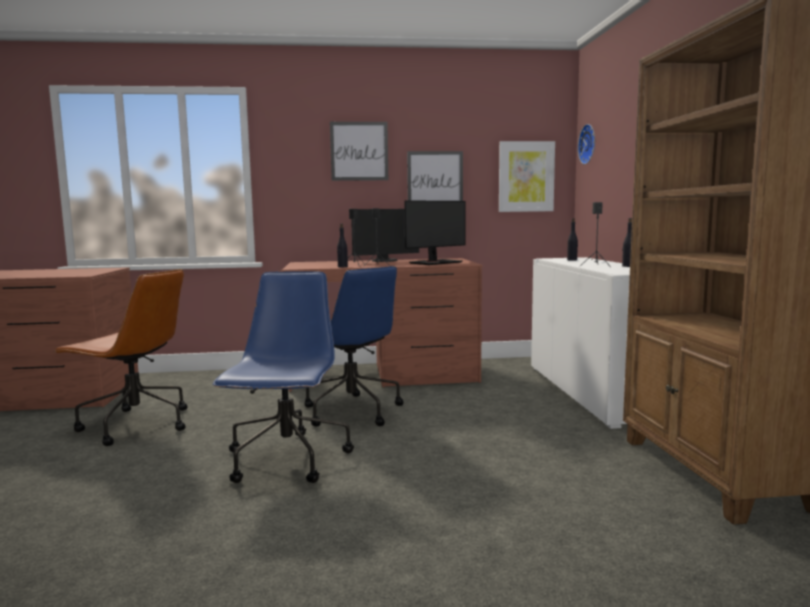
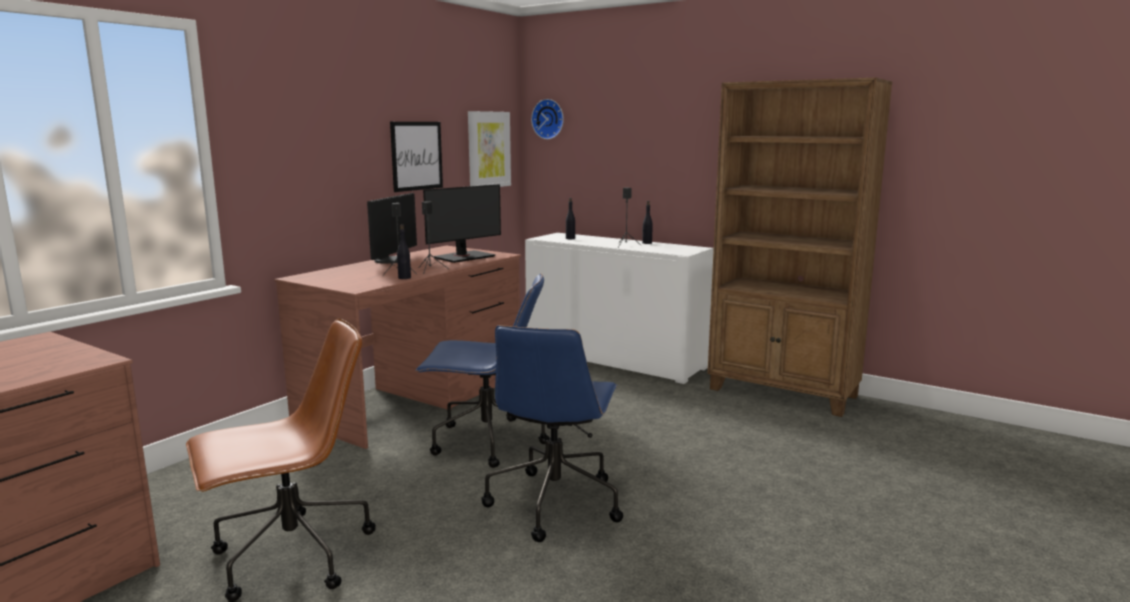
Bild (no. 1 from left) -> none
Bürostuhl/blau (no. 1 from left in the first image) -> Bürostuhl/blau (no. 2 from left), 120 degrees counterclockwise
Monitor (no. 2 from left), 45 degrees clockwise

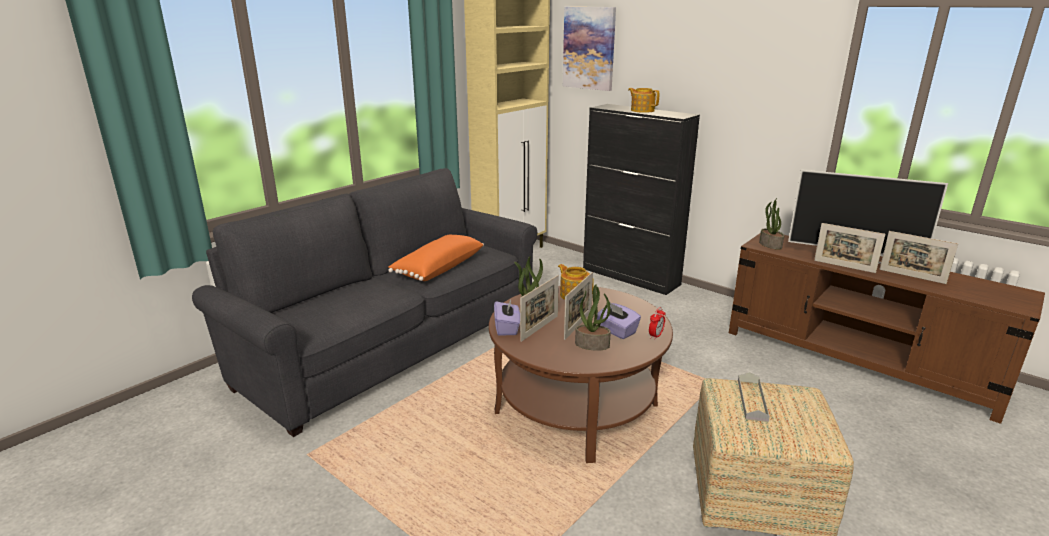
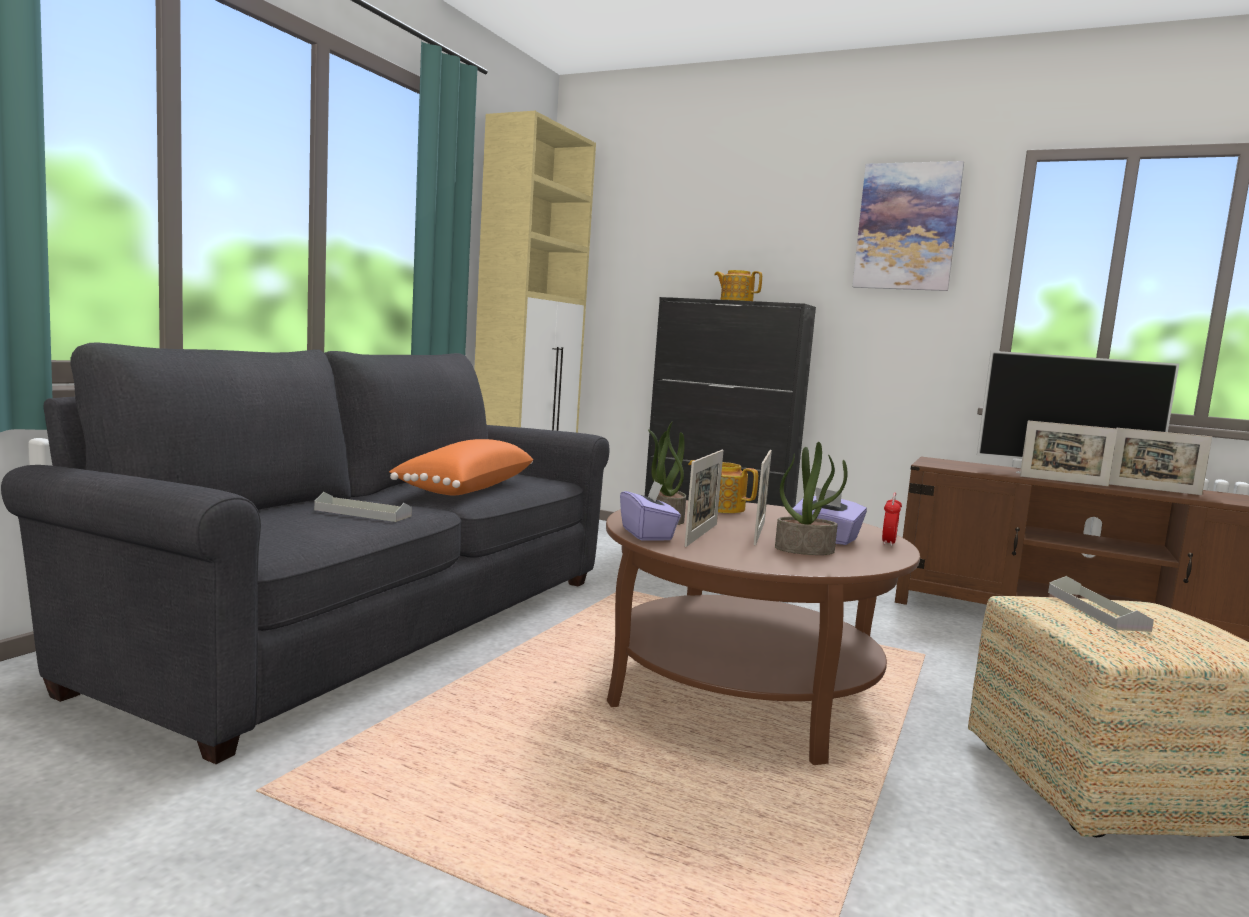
Topfpflanze (no. 3 from left) -> none
none -> Tablett/grau (no. 1 from left)
Bild, relocated

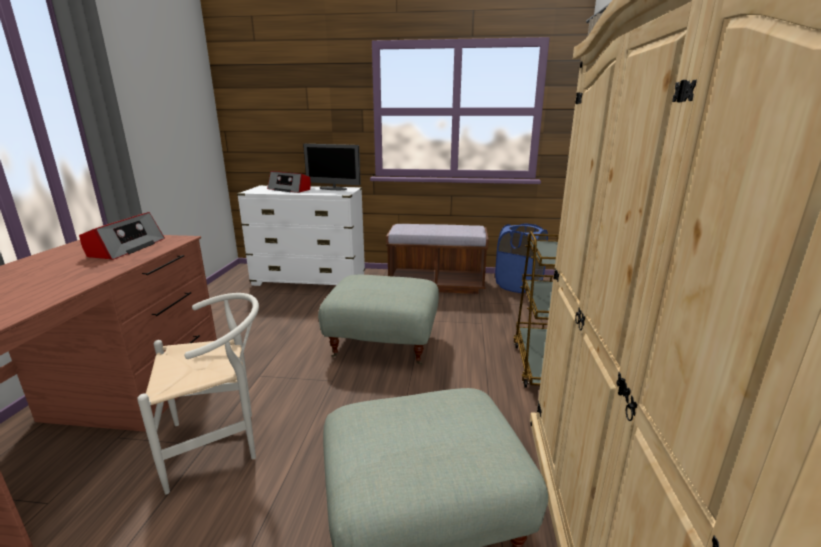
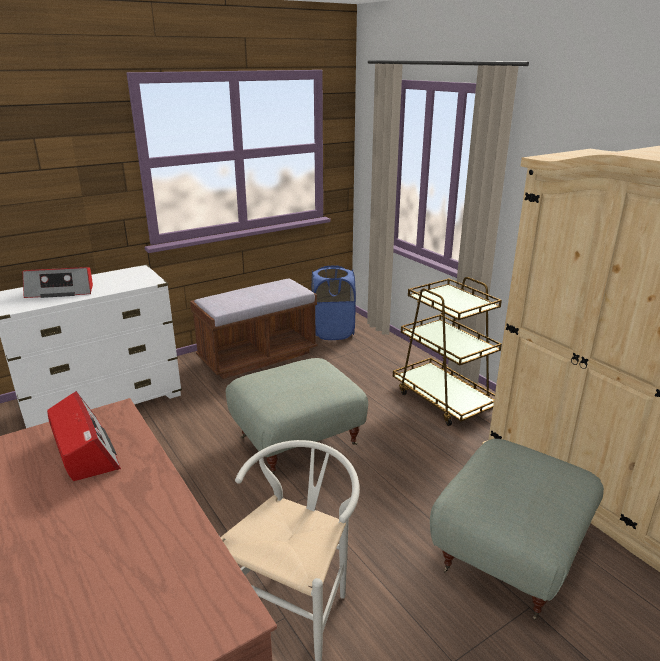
Monitor -> none

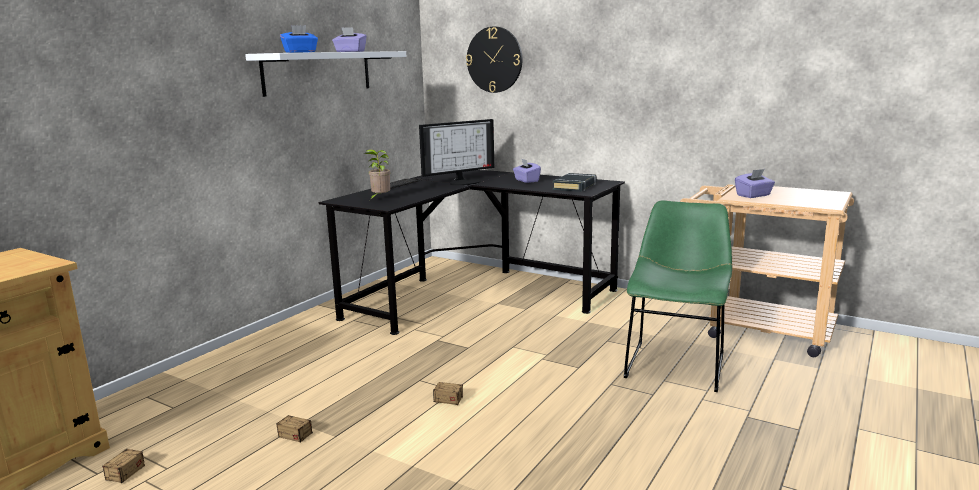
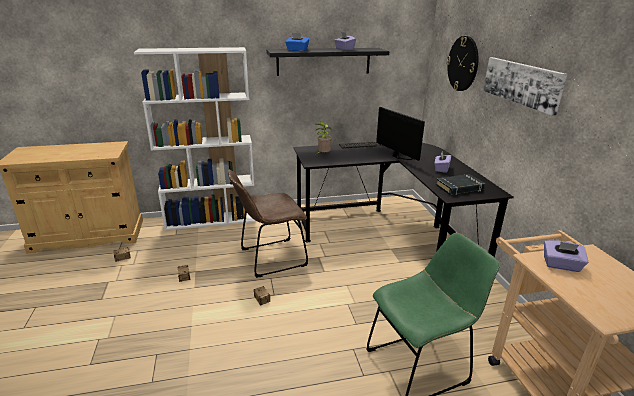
none -> Bücherregal/weiß
none -> Stuhl/braun
none -> Bild
Wandregal/weiß -> Wandregal/schwarz
Monitor, 135 degrees counterclockwise

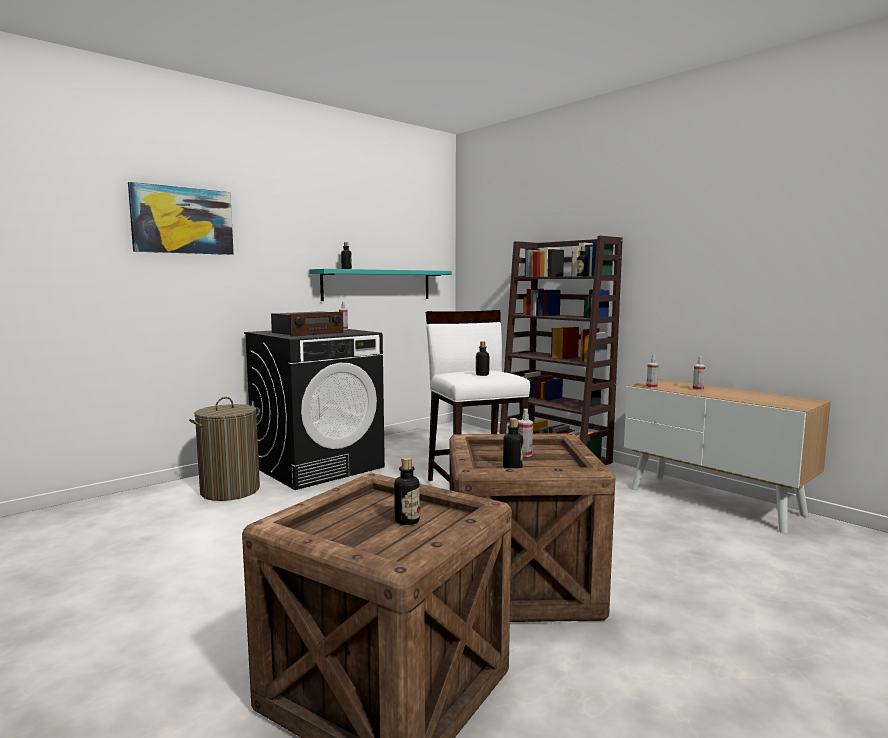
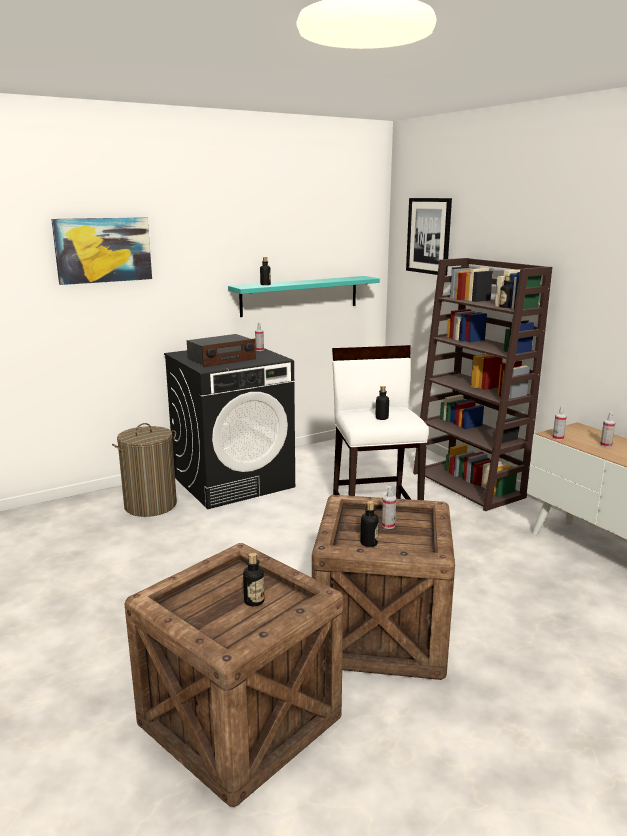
none -> Bild (no. 2 from left)

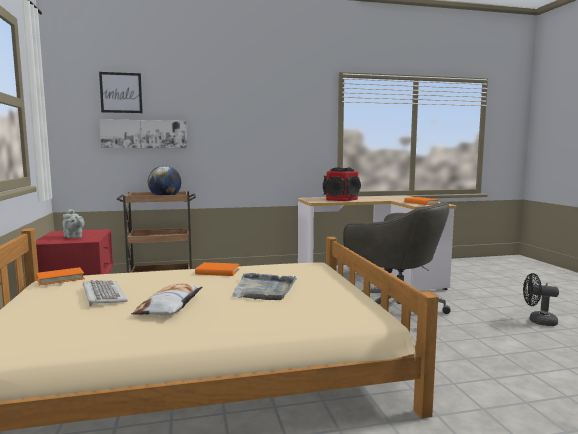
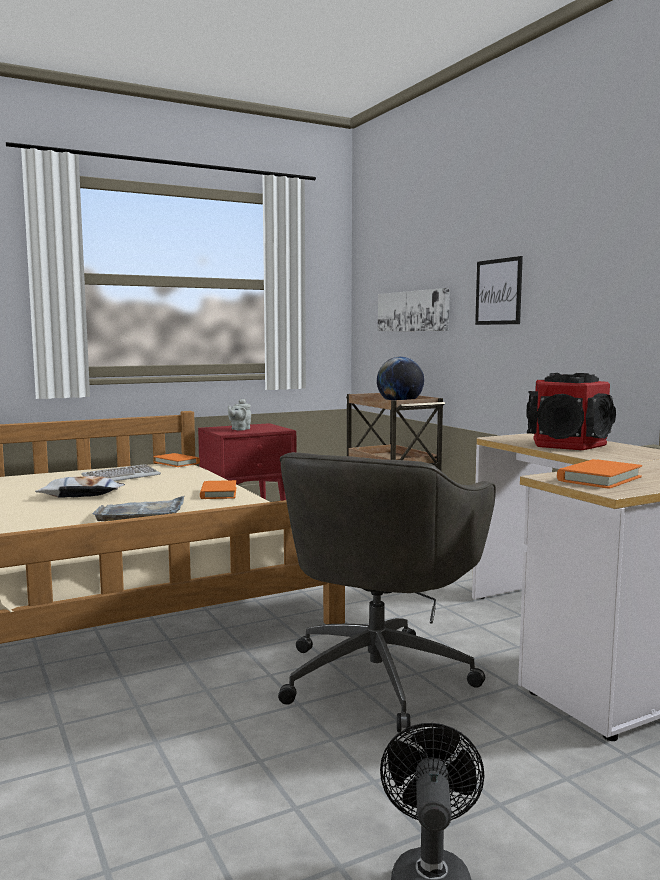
Bild (no. 1 from left in the first image) -> Bild (no. 2 from left), relocated

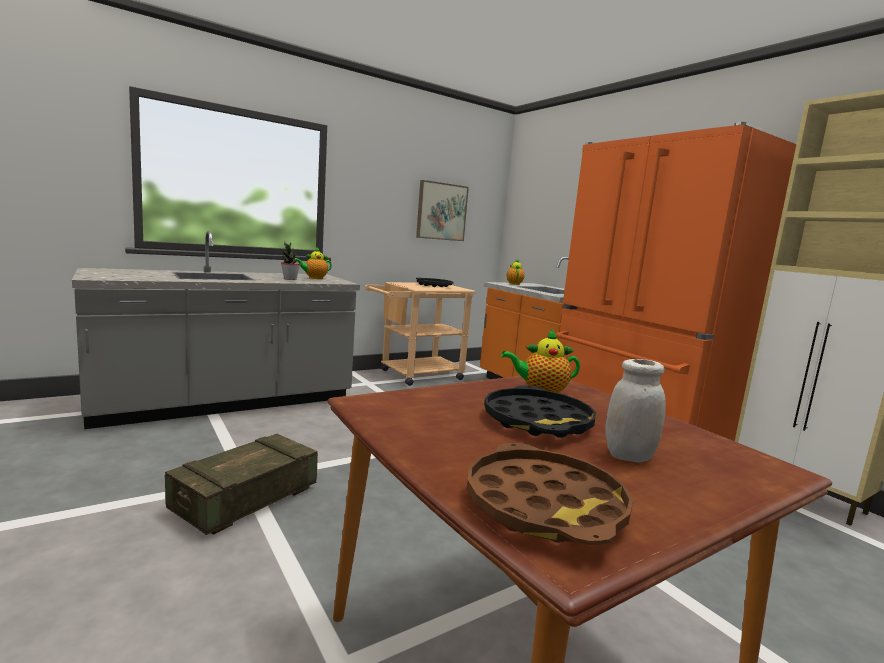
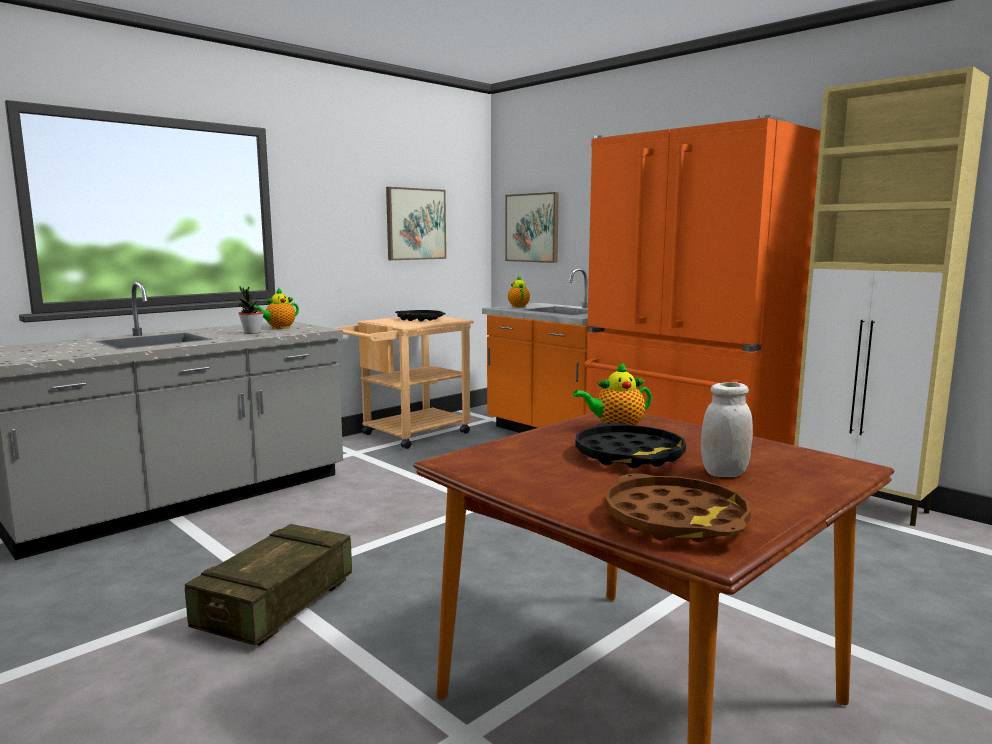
none -> Bild (no. 2 from left)

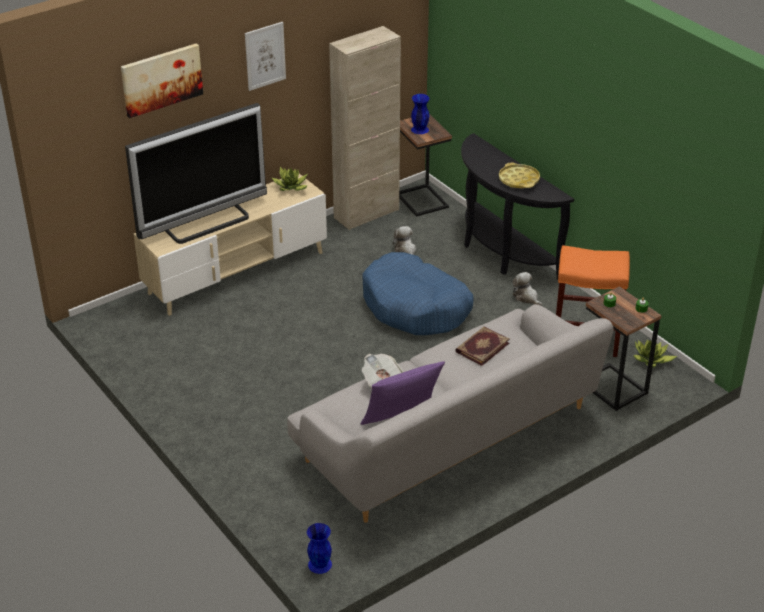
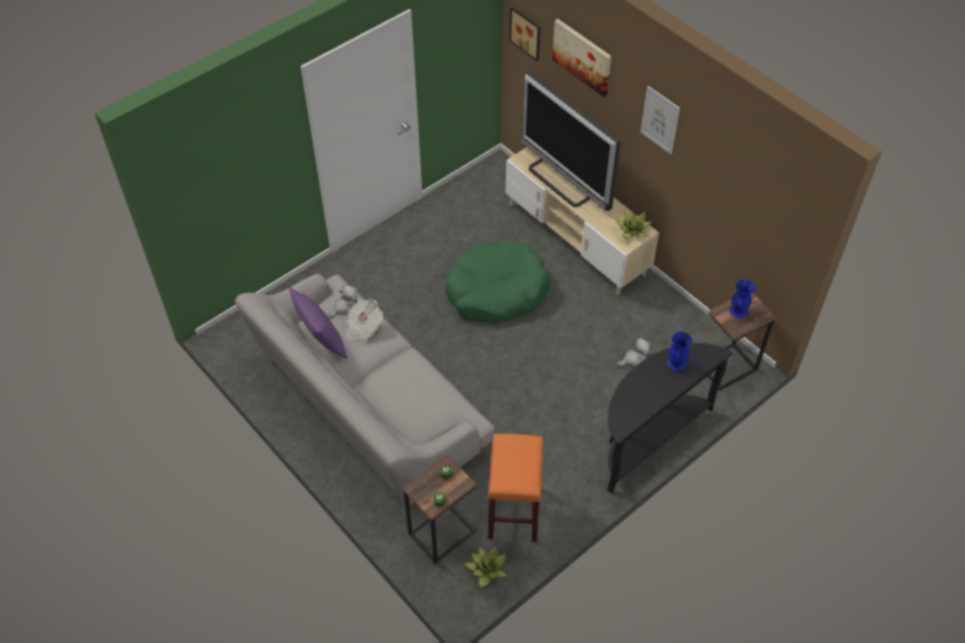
Schrank/beige -> none
Hundebett/blau -> none
Buch -> none
Tablett/gelb -> none
none -> Hundebett/grün
none -> Bild (no. 1 from left)
Vase/blau (no. 1 from left), relocated
Plüschtier (no. 2 from left in the first image) -> Plüschtier (no. 1 from left), relocated

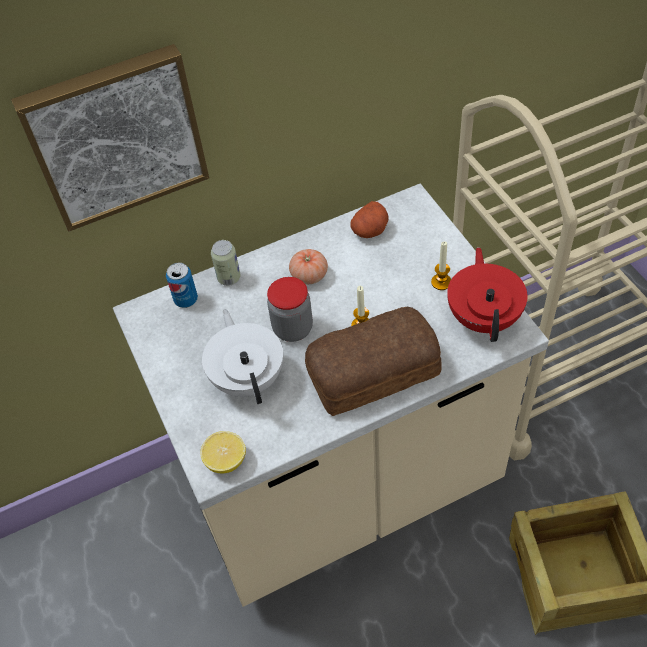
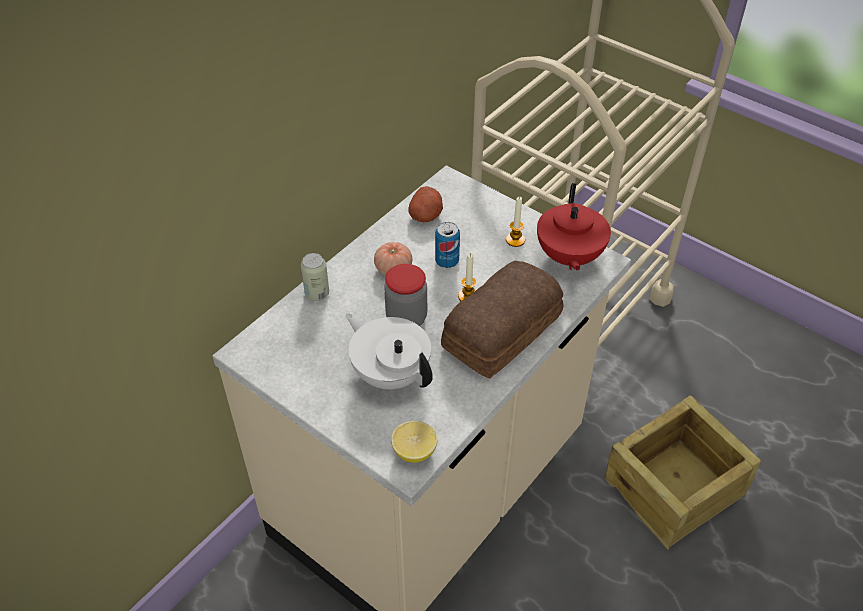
Bild -> none
Dose (no. 1 from left in the first image) -> Dose (no. 2 from left), relocated
Teekanne/rot, 150 degrees counterclockwise

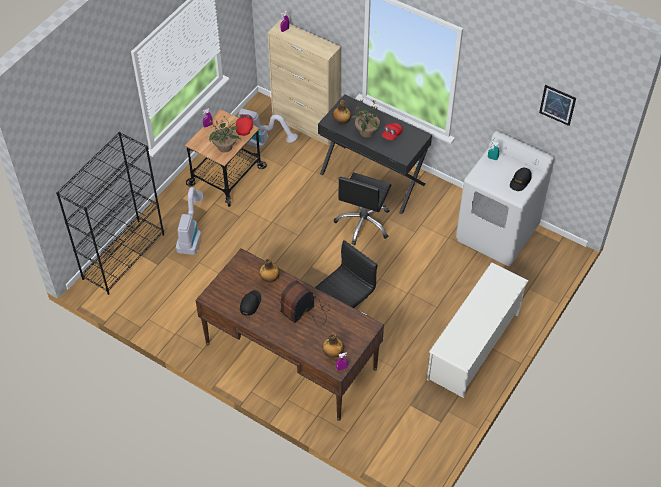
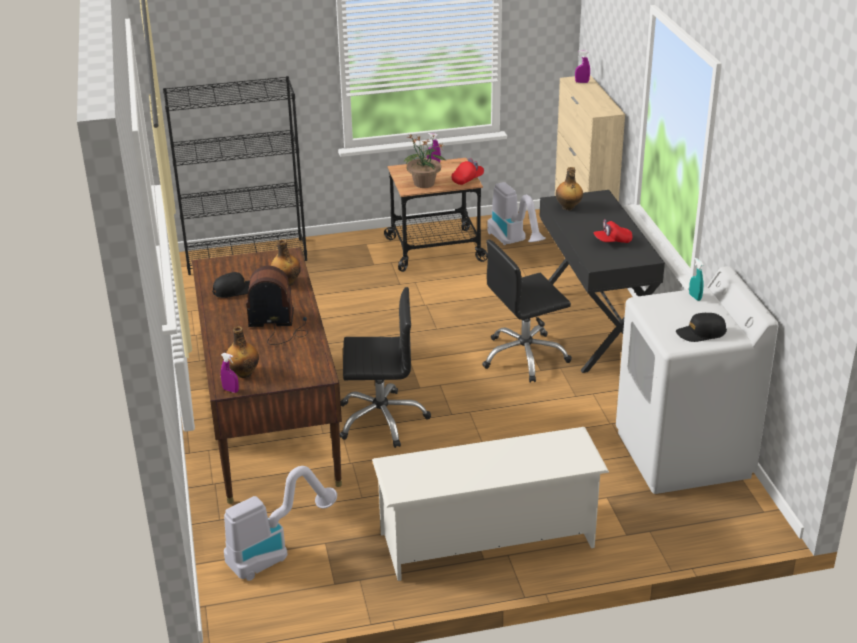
Topfpflanze (no. 2 from left) -> none
Bild -> none
Staubsauger (no. 1 from left), relocated

